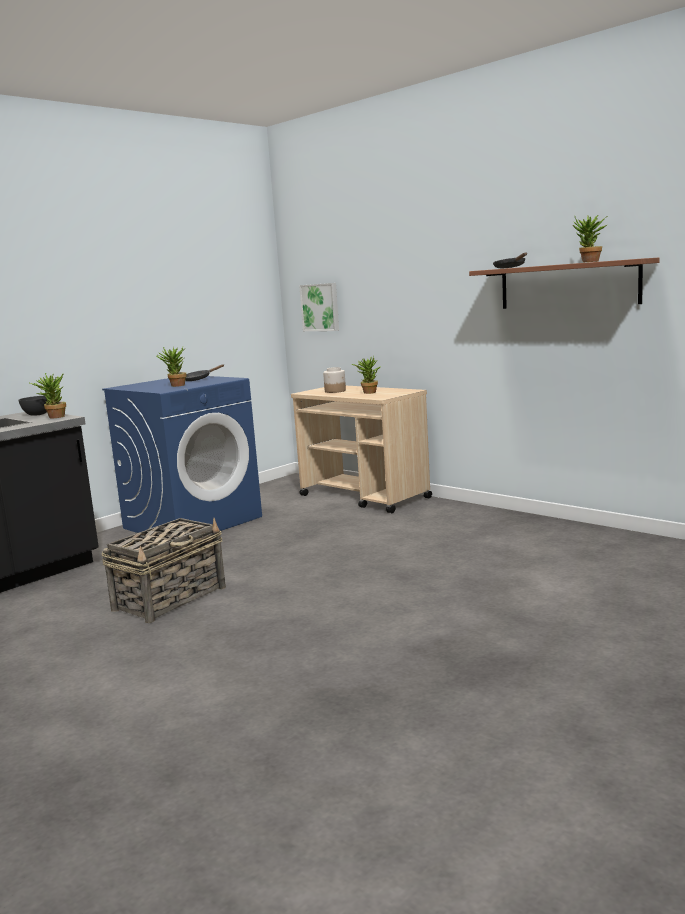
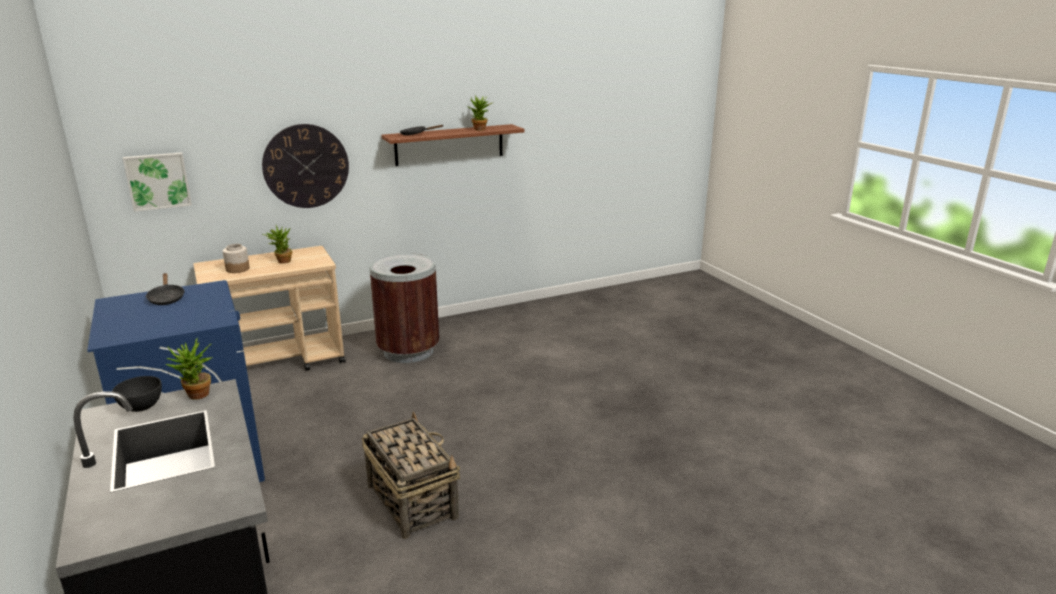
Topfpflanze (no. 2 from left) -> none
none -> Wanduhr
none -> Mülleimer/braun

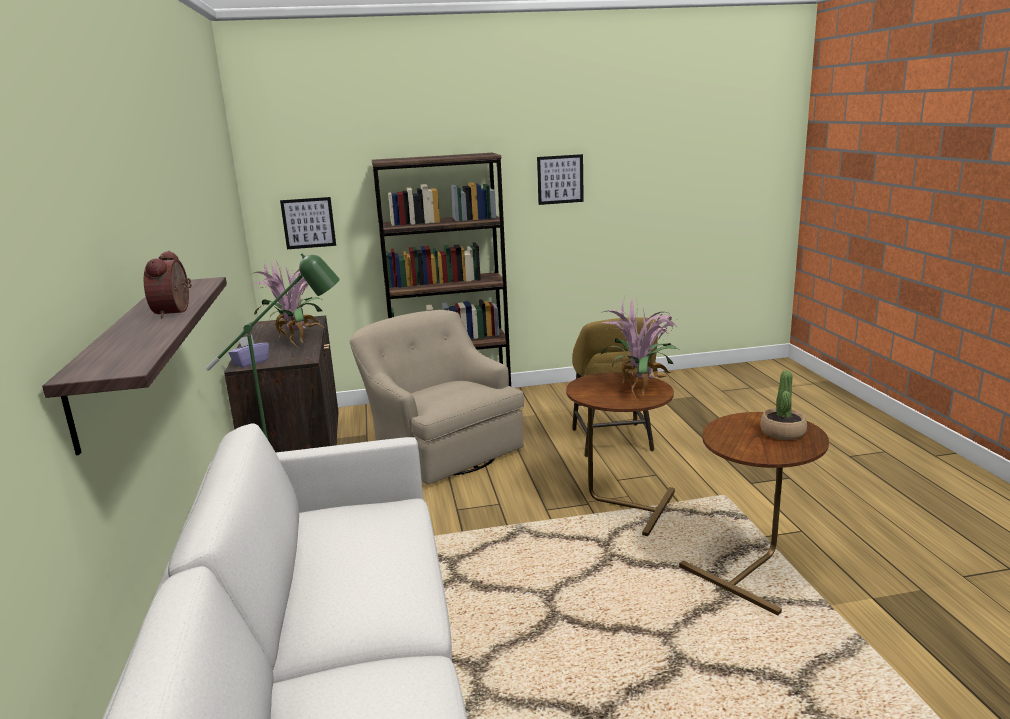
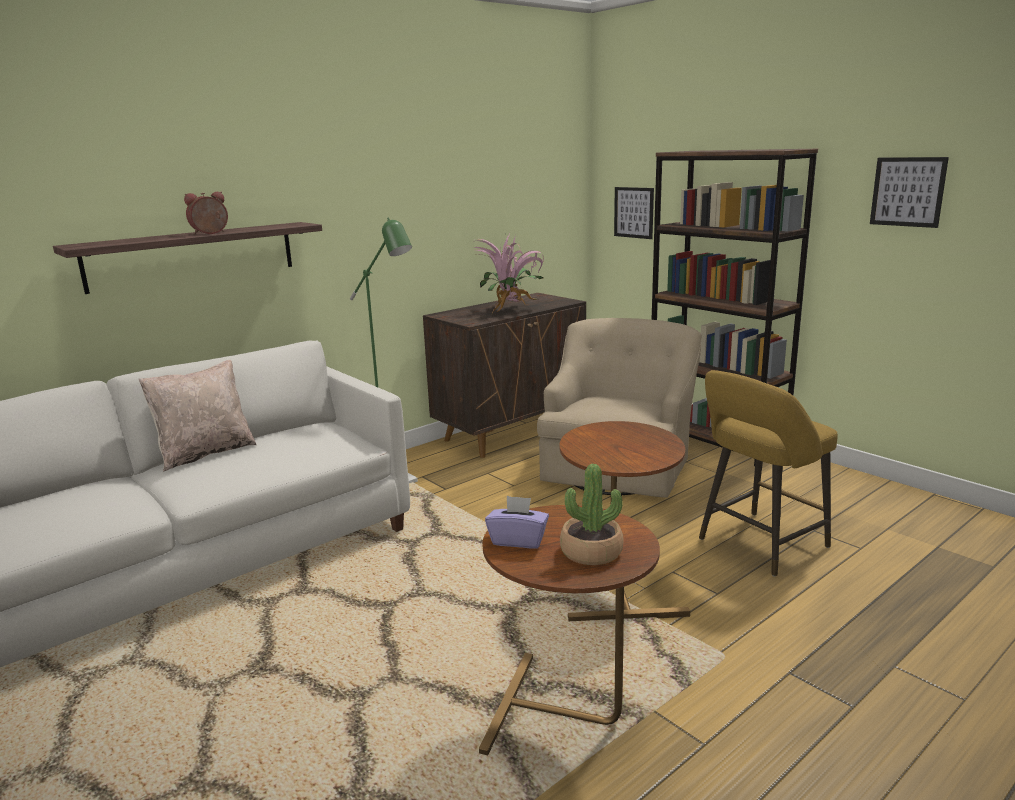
Topfpflanze (no. 2 from left) -> none
none -> Kissen/beige
Taschentuchbox/lila, relocated

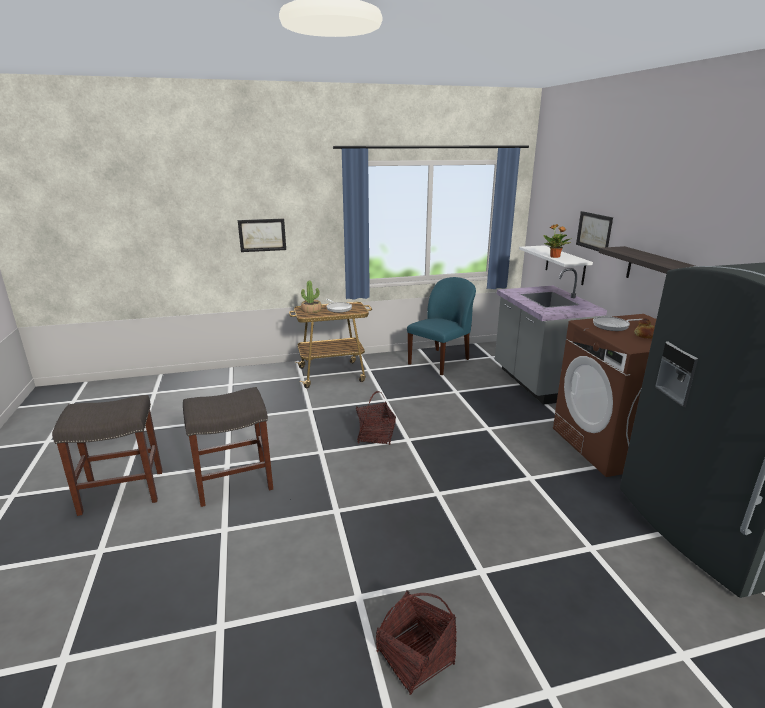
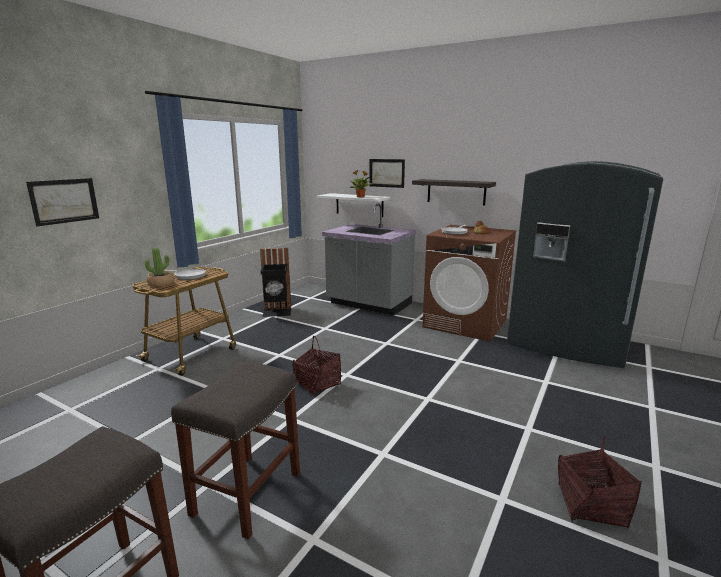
Stuhl/blau -> Mülleimer/schwarz

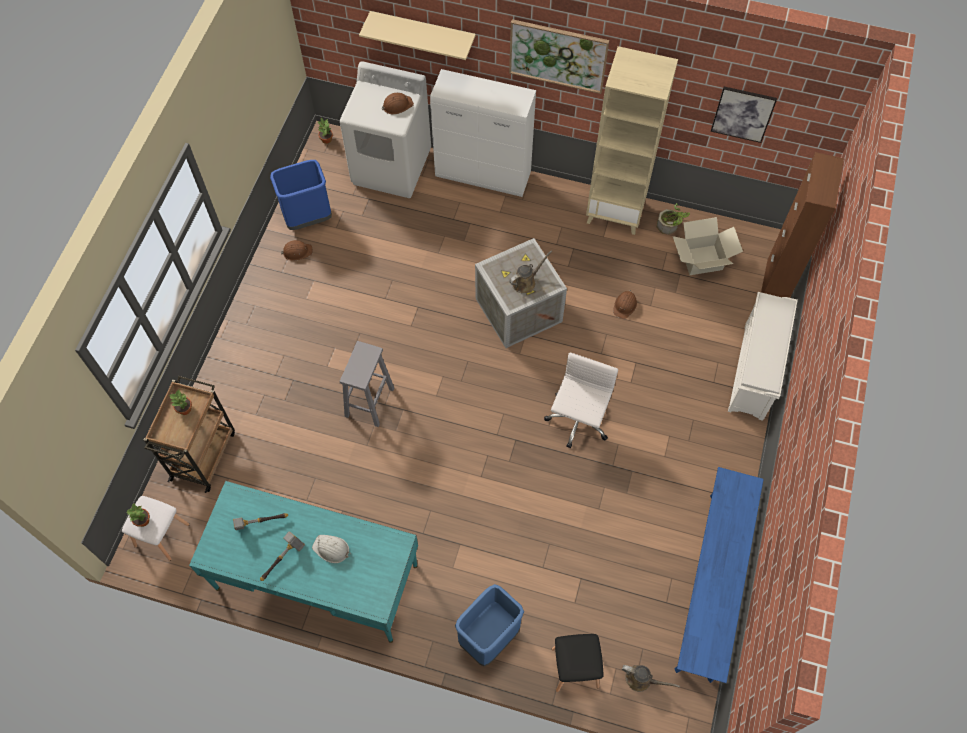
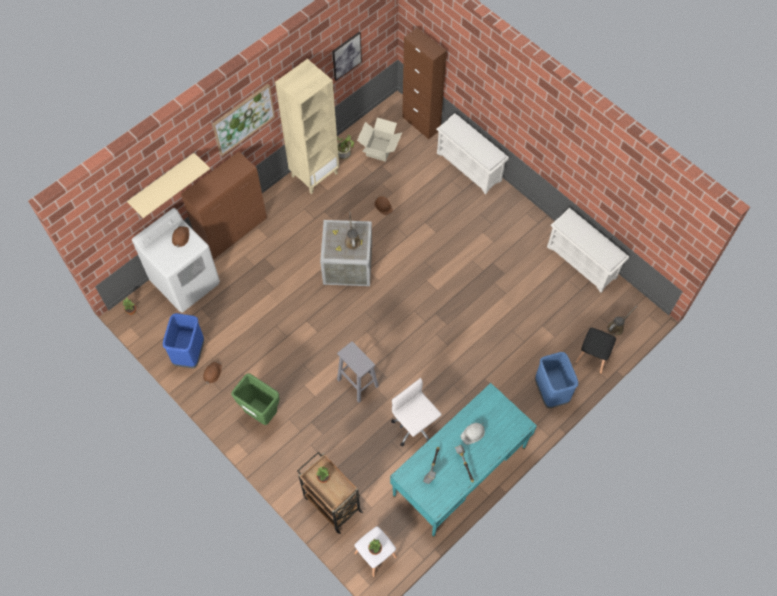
none -> Mülleimer/grün
Bürostuhl/weiß, relocated
Bank/blau -> Schuhregal/weiß (no. 2 from left)
Schrank/weiß -> Schrank/braun (no. 1 from left)

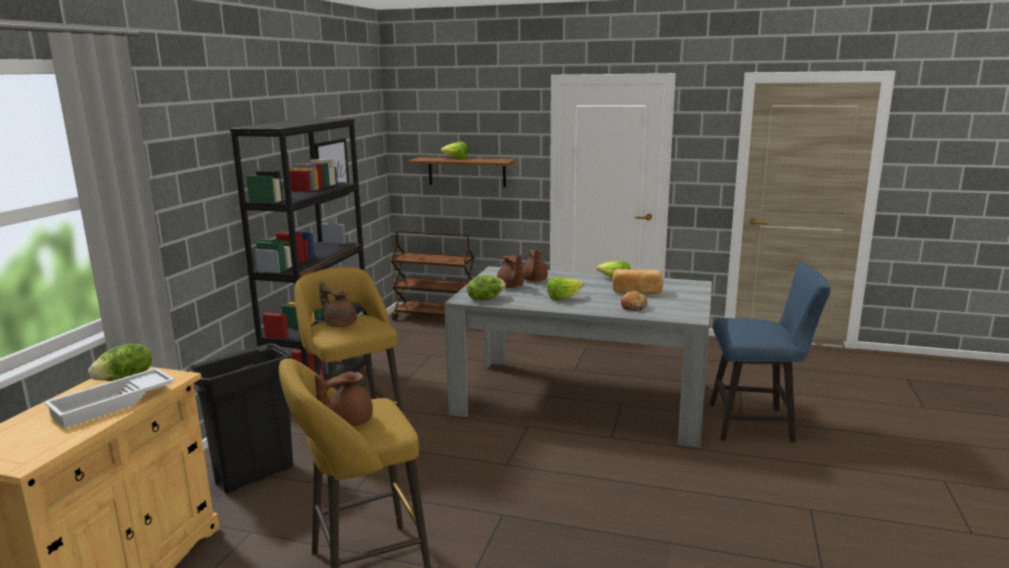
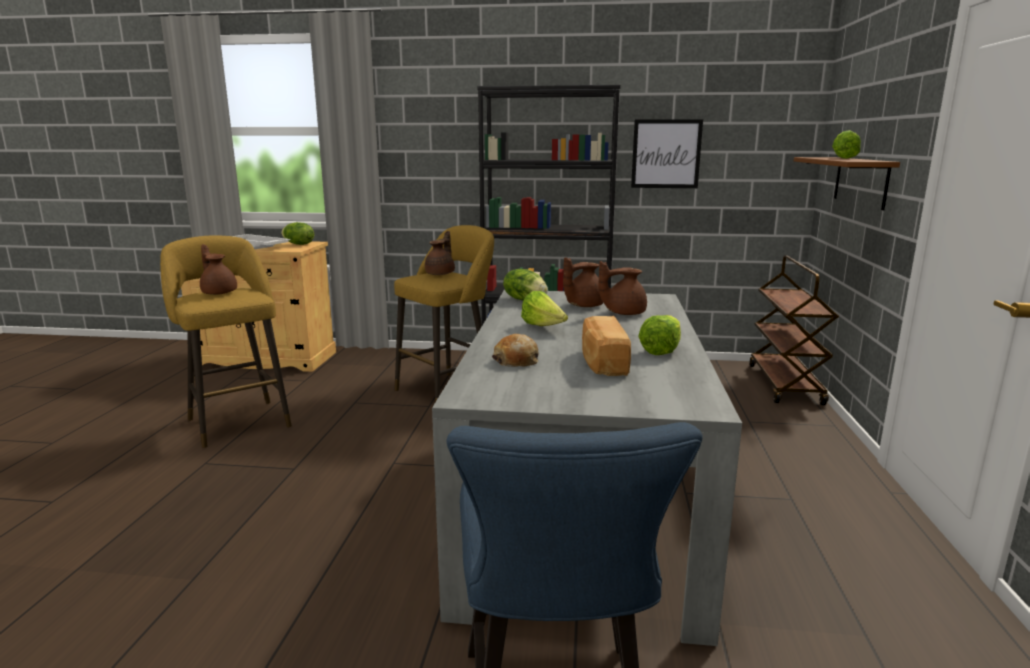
Mülleimer/schwarz -> none

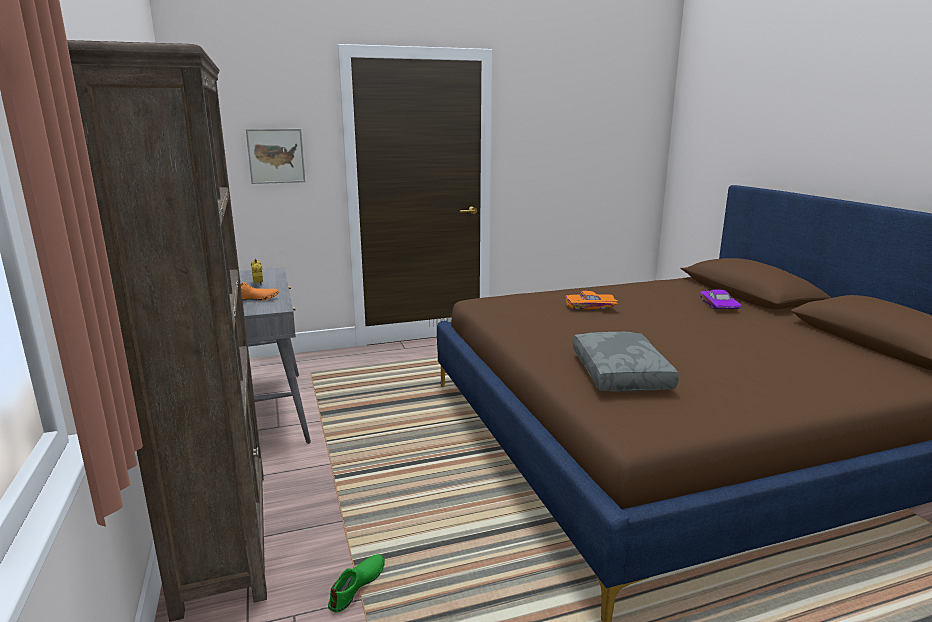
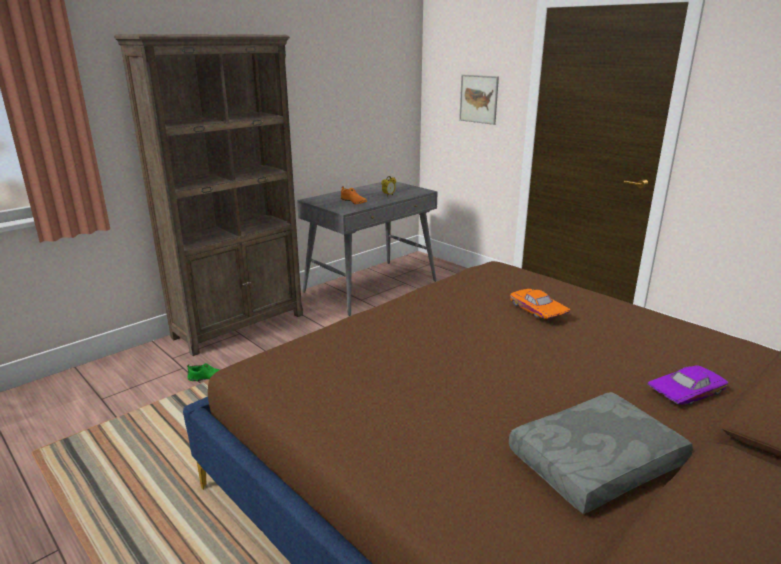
Kissen/grau, relocated

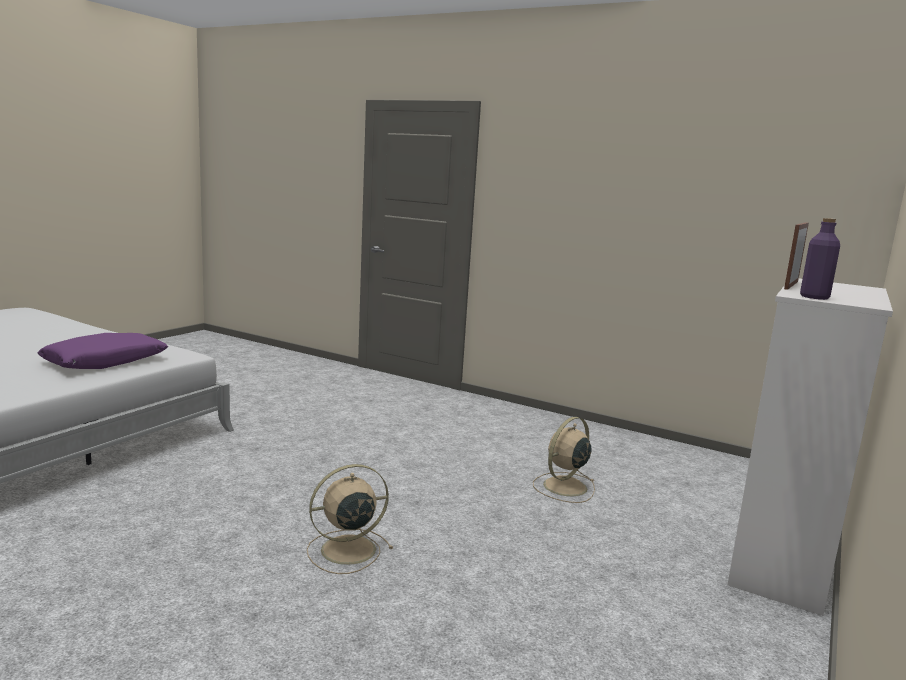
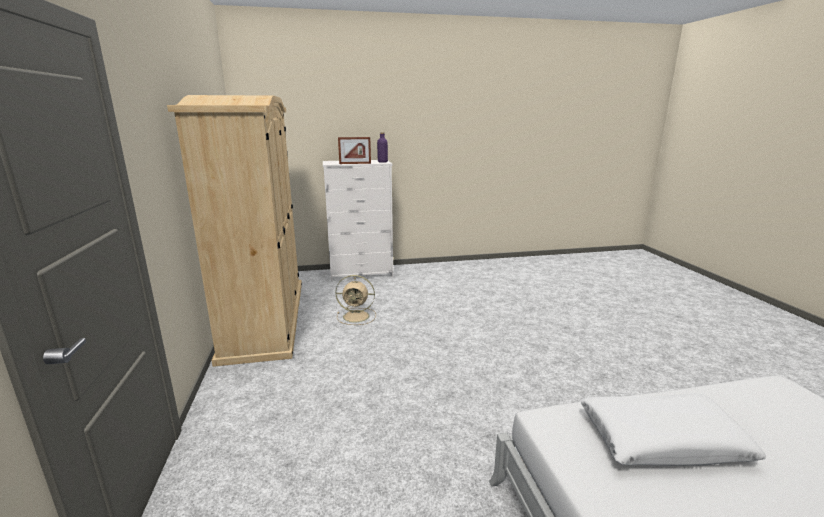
Ventilator/beige (no. 1 from left) -> none
none -> Kleiderschrank/beige
Kissen/lila -> Kissen/weiß

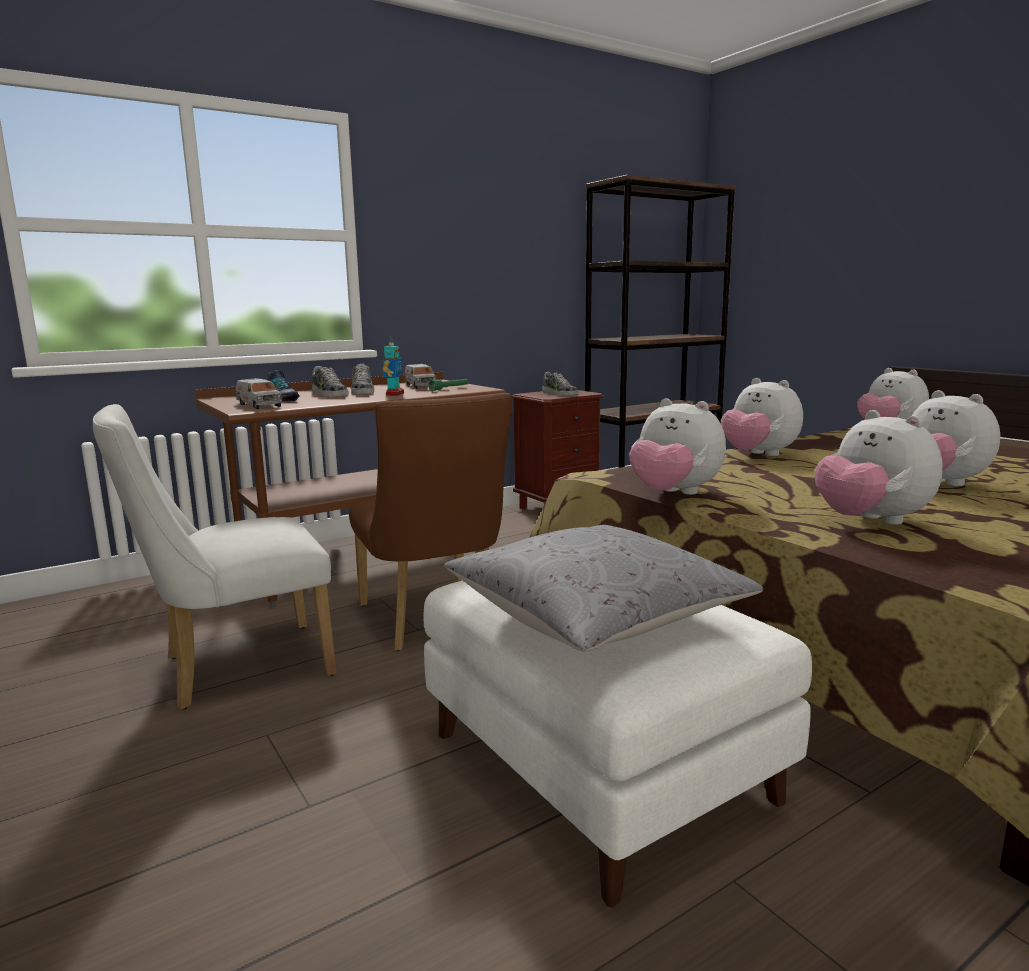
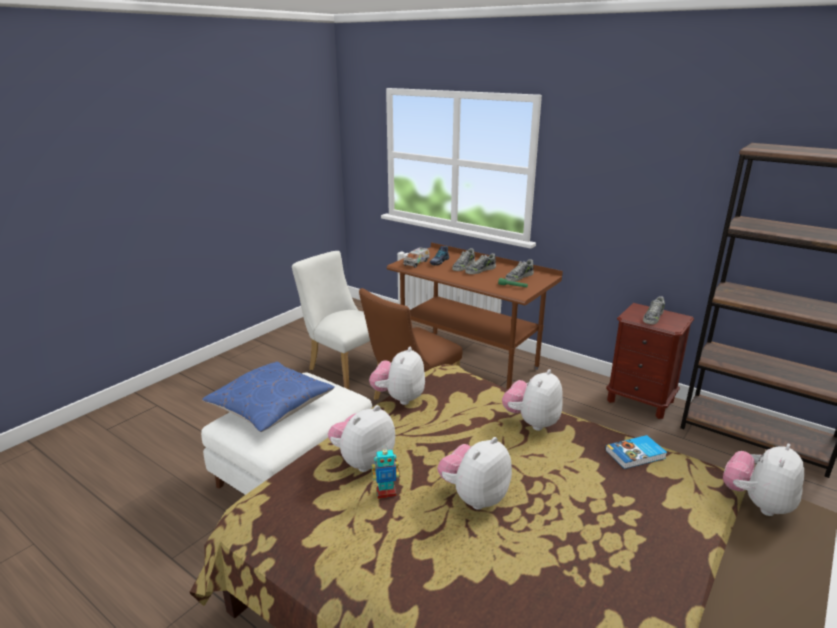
none -> Buch
Spielzeugroboter, relocated
Spielzeuglaster (no. 2 from left) -> Schuh (no. 4 from left)
Kissen/grau -> Kissen/blau

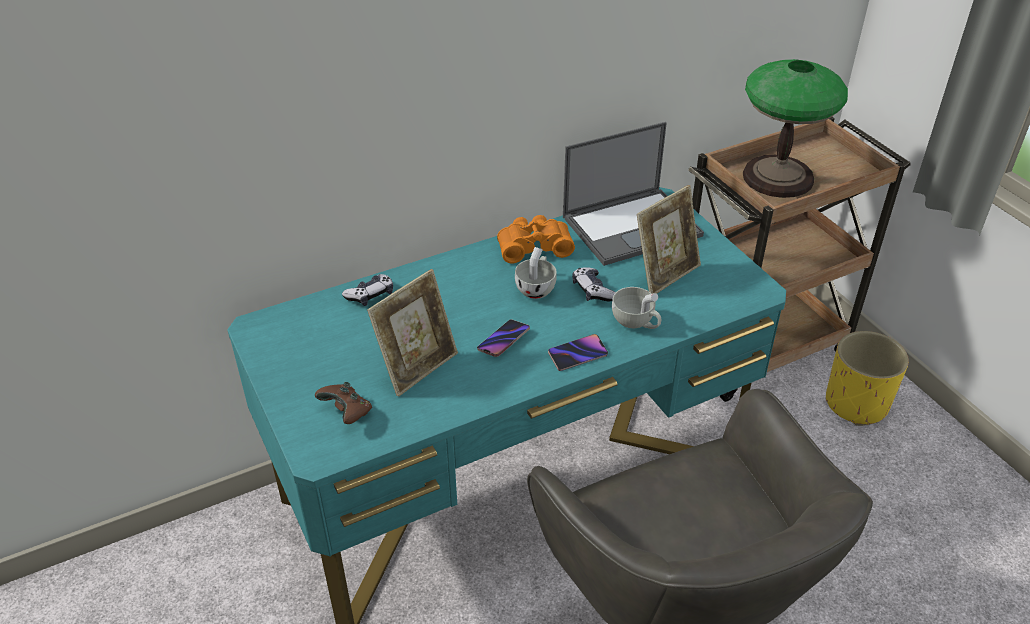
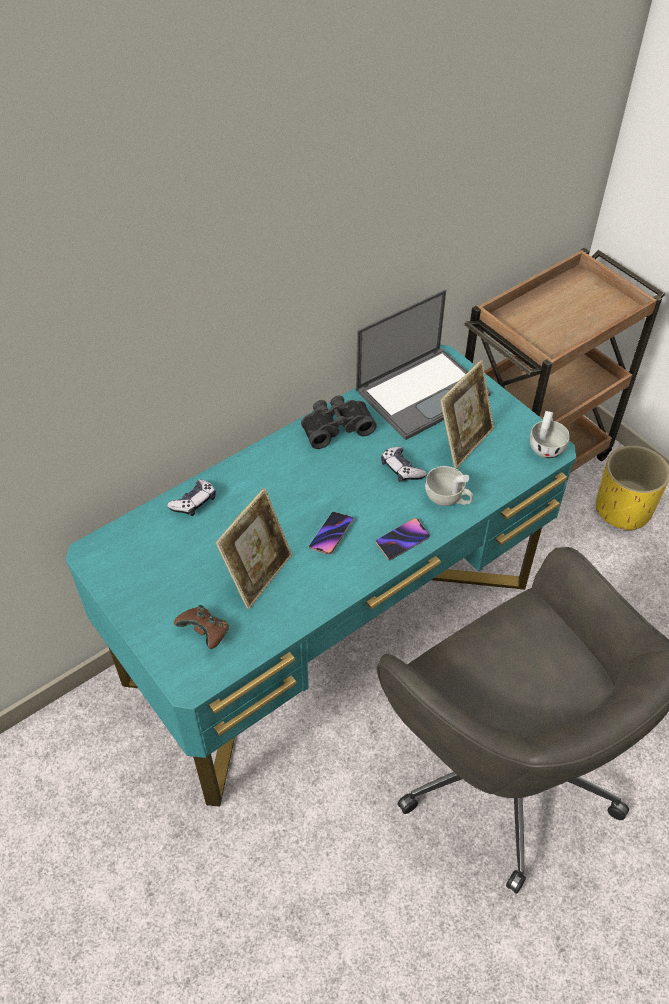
Tischlampe -> none
Tasse/weiß (no. 1 from left in the first image) -> Tasse/weiß (no. 2 from left), relocated
Fernglas/orange -> Fernglas/schwarz

